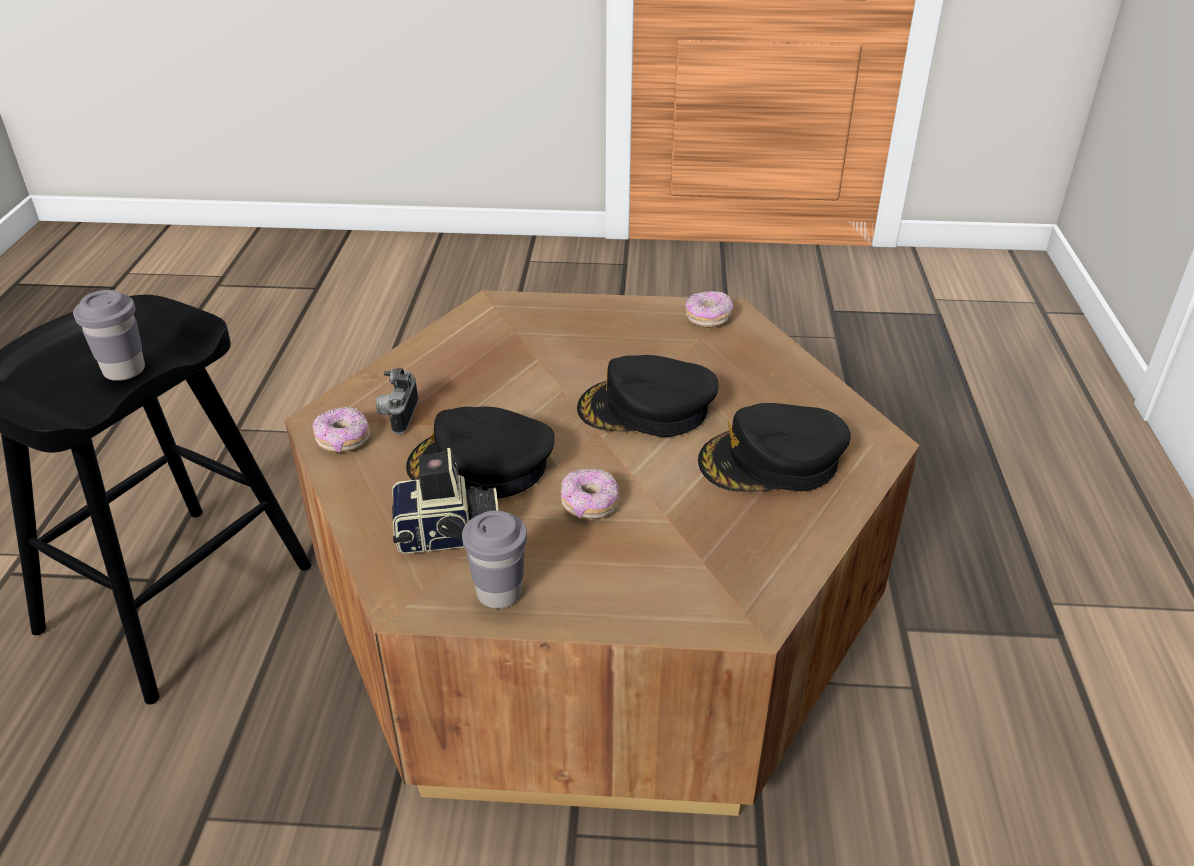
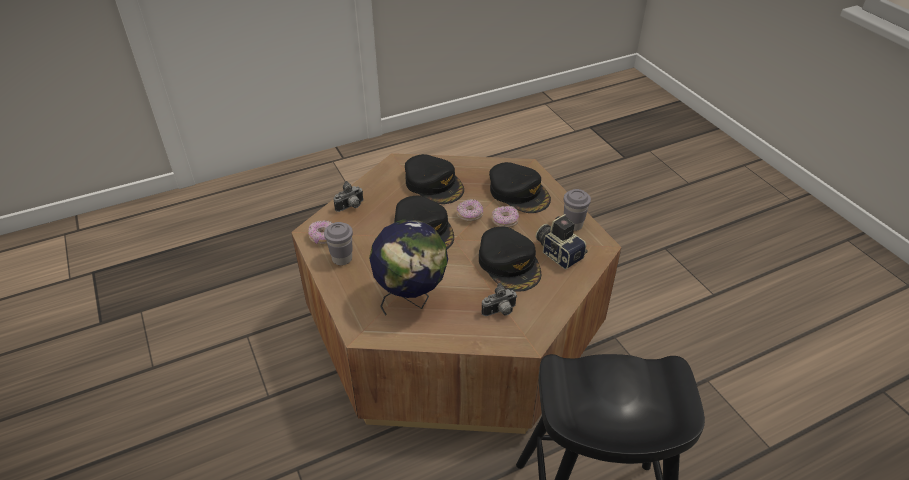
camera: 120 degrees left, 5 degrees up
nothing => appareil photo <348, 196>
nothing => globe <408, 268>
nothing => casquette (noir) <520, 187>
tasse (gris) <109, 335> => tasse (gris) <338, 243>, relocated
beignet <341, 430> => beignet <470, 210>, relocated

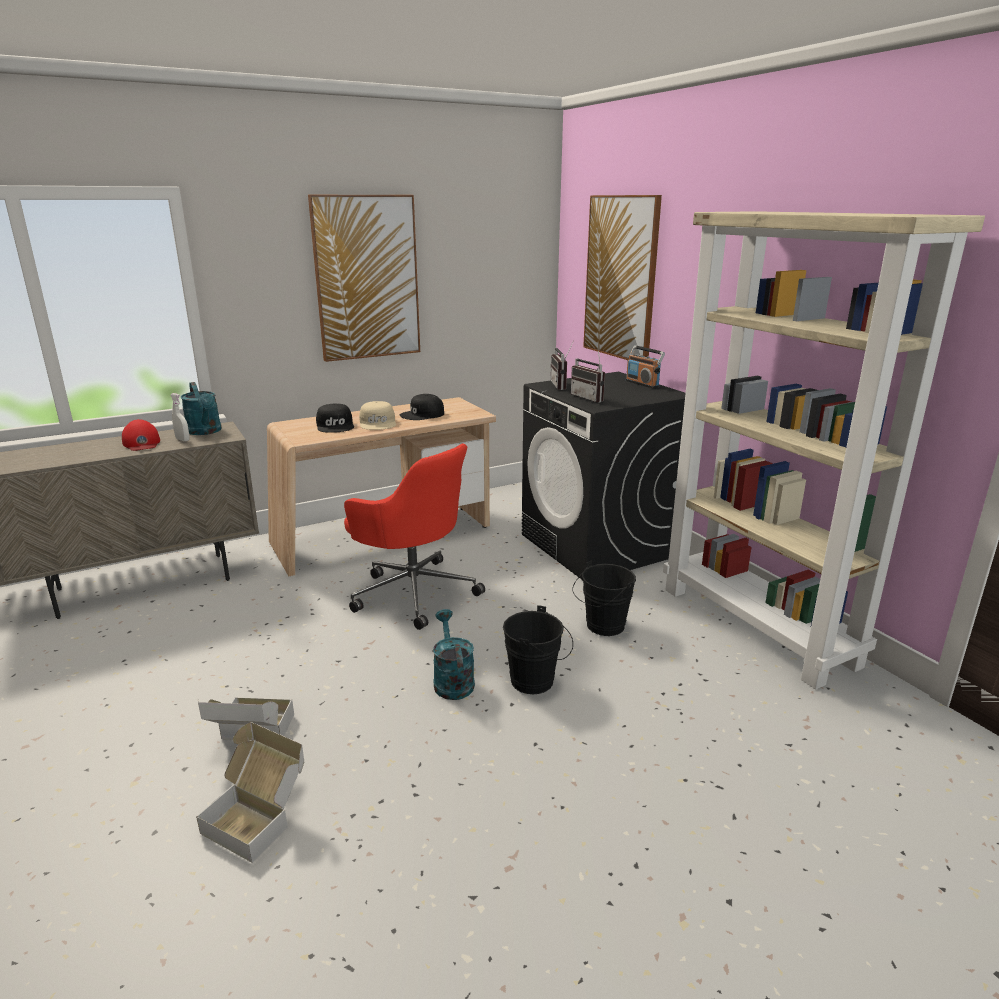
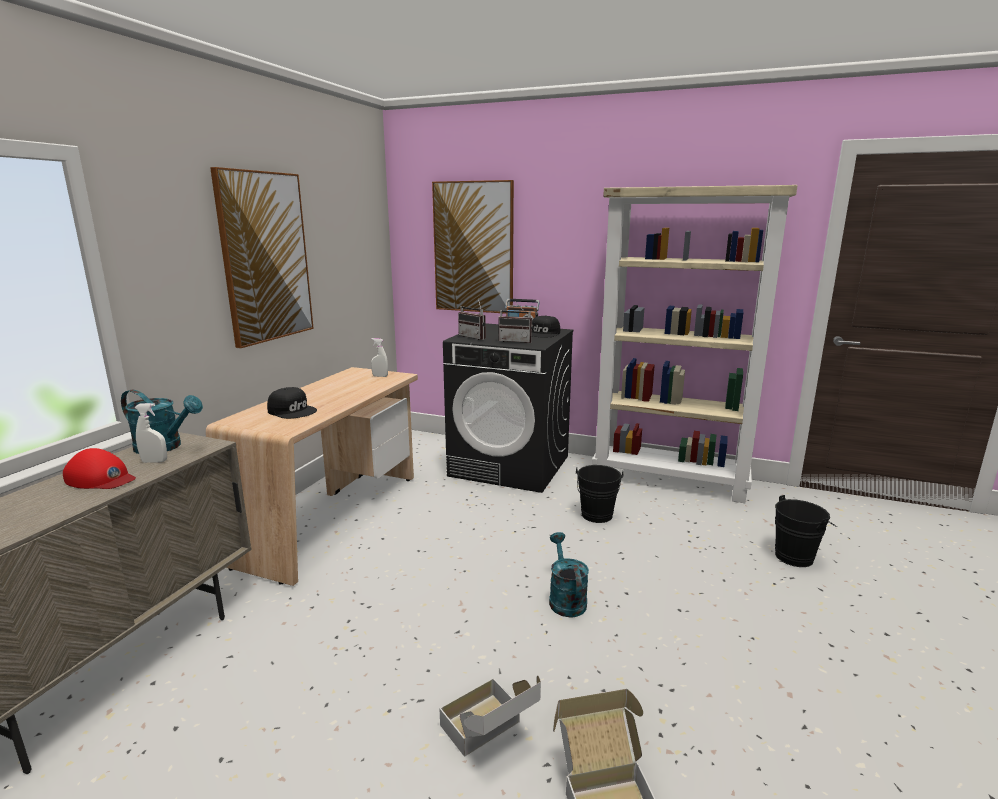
camera: 40 degrees left, 5 degrees down
chaise de bureau (rouge) <414, 537> => nothing
casquette (beige) <377, 415> => nothing
nothing => vaporisateur (blanc) <379, 357>
casquette (noir) <421, 407> => casquette (noir) <546, 326>, relocated
seau (noir) <538, 649> => seau (noir) <806, 531>, relocated
arrosoir (turquoise) <454, 654> => arrosoir (turquoise) <569, 574>, 45 degrees clockwise

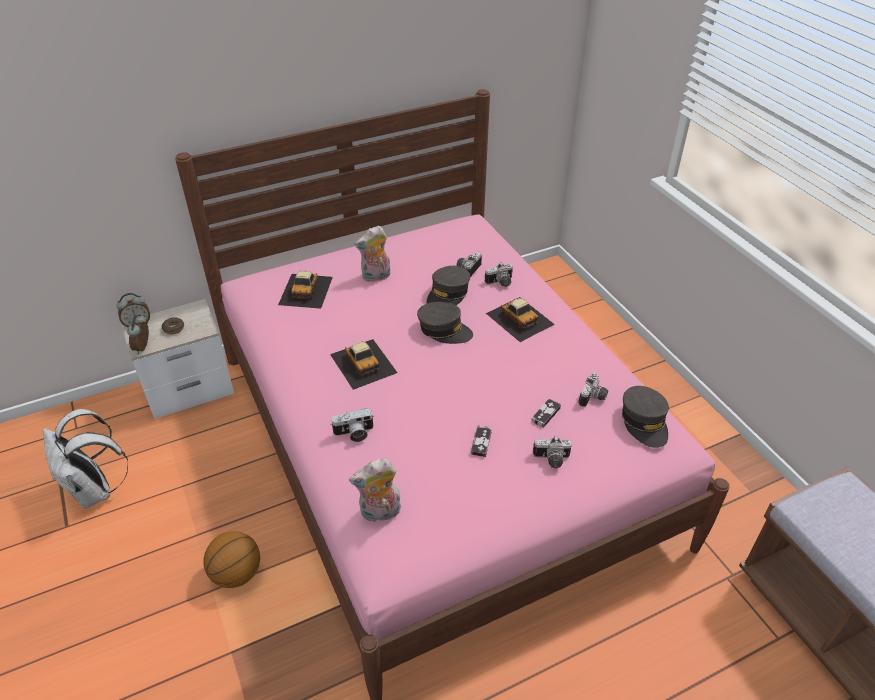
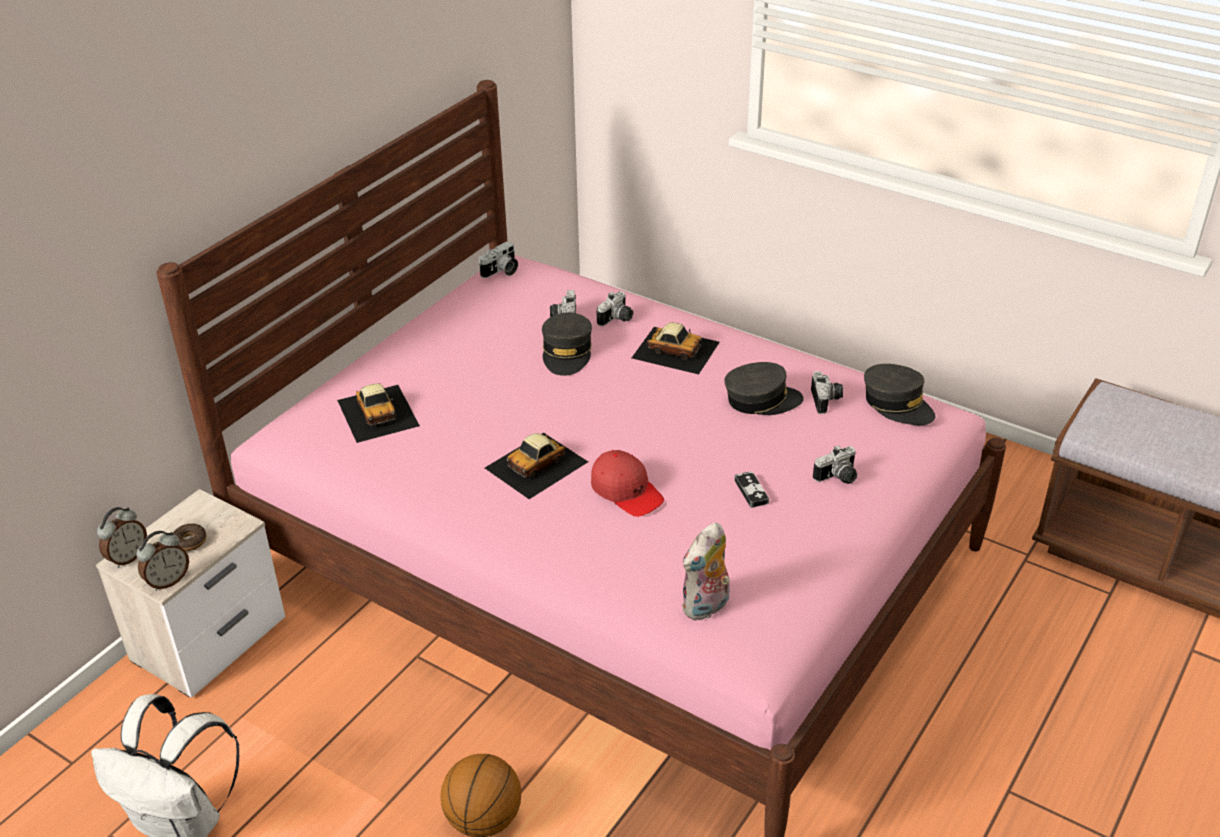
camera: 30 degrees left, 5 degrees down
peluche <372, 254> => nothing
manette <546, 413> => nothing
nothing => casquette (rouge) <627, 483>
appareil photo <352, 425> => appareil photo <498, 259>, relocated
casquette (gris) <445, 323> => casquette (gris) <764, 388>, relocated
réveil <138, 334> => réveil <162, 561>, 105 degrees counterclockwise
petite voiture <363, 364> => petite voiture <536, 465>, 105 degrees clockwise

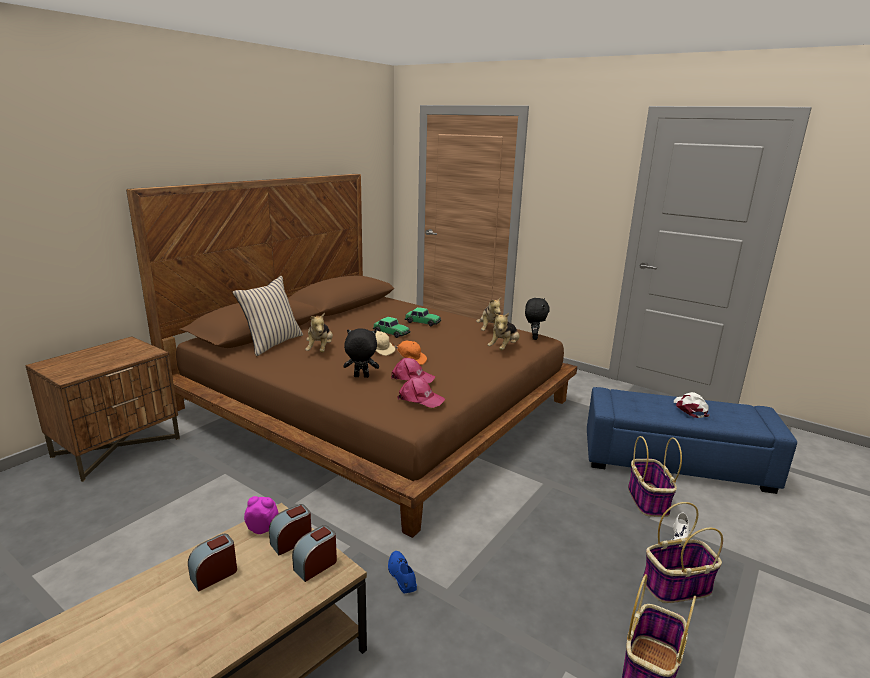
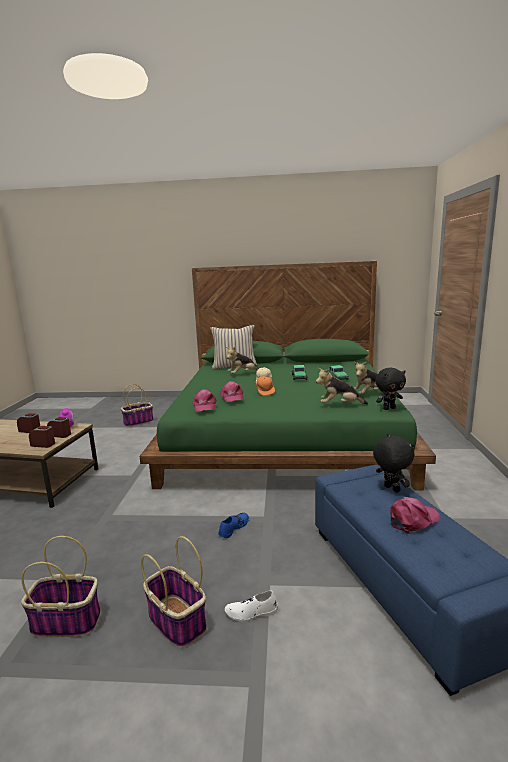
camera: 60 degrees right, 5 degrees down
table de chevet (marron) <102, 409> => nothing
peluche (noir) <361, 353> => peluche (noir) <393, 463>, relocated
chaussure (bleu) <402, 572> => chaussure (bleu) <233, 525>, relocated
panier <655, 476> => panier <137, 405>, relocated
lit (marron) <351, 356> => lit (vert) <288, 375>
casquette (blanc) <692, 405> => casquette (rose) <415, 515>

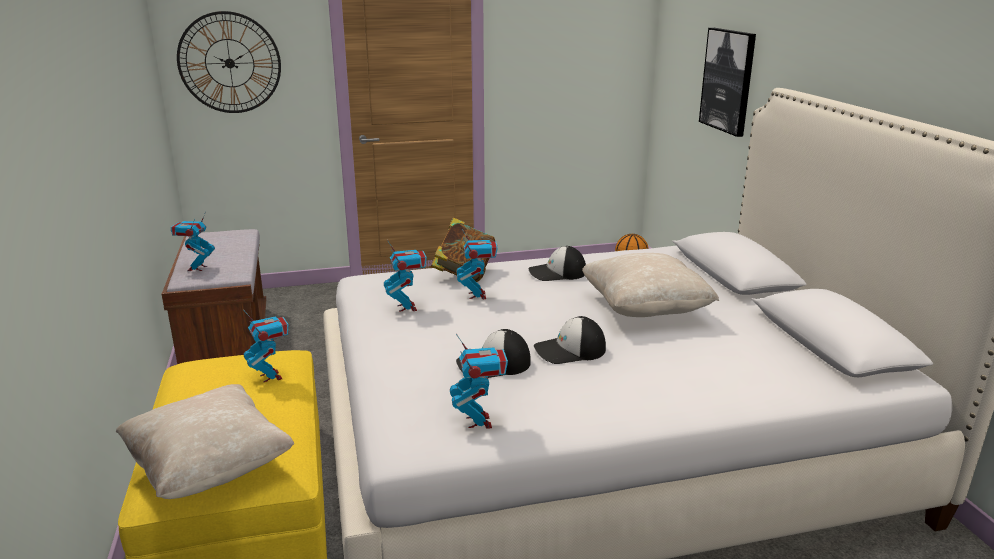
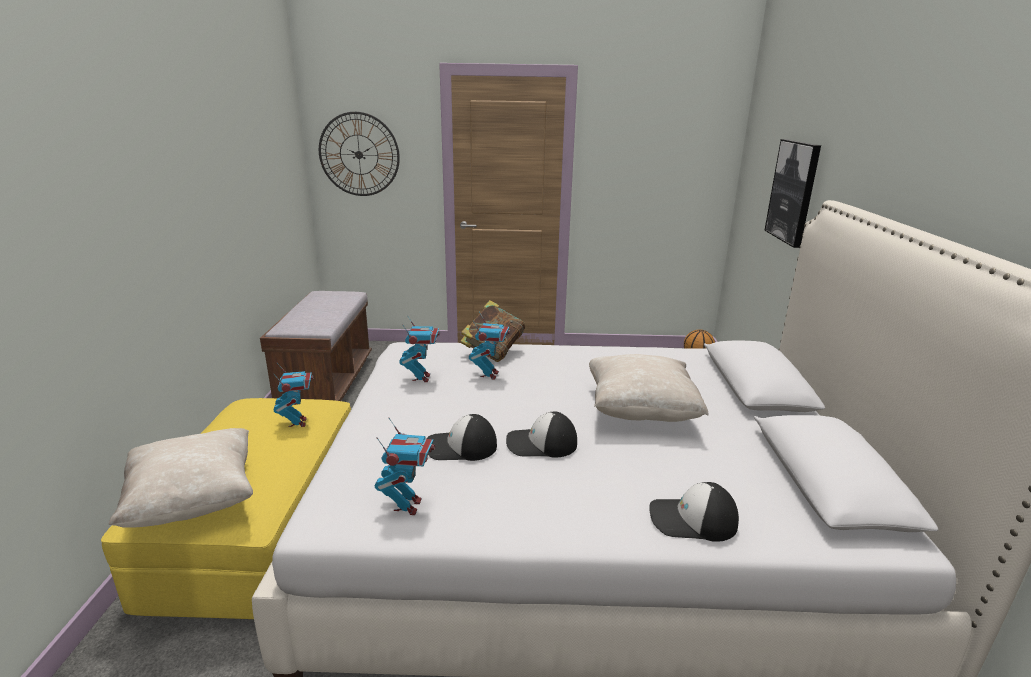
camera: 15 degrees right, 0 degrees up
robot jouet <193, 241> => nothing
casquette <557, 263> => casquette <694, 512>, relocated

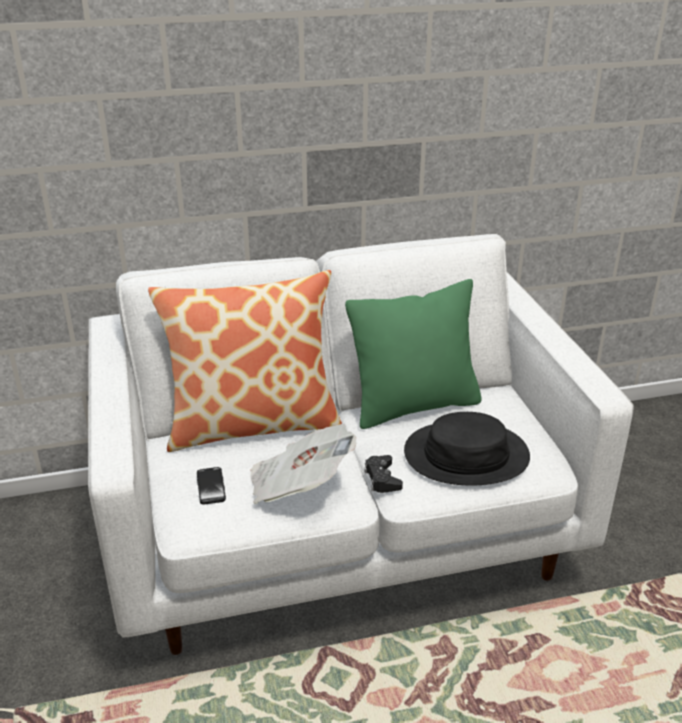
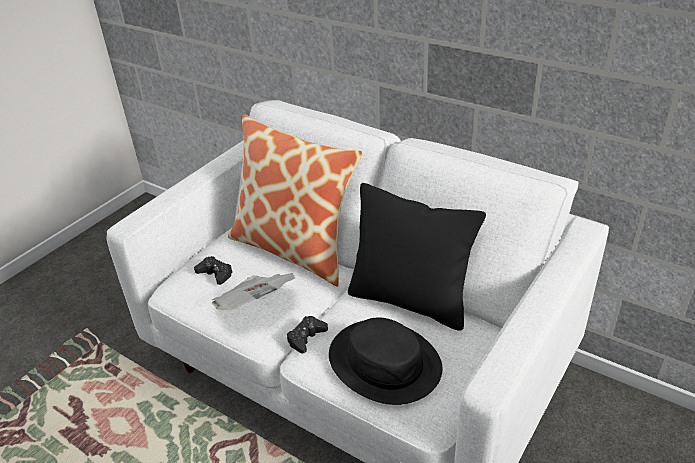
camera: 50 degrees right, 5 degrees up
téléphone <211, 486> => manette (noir) <213, 270>
coussin (vert) <413, 354> => coussin (noir) <417, 257>

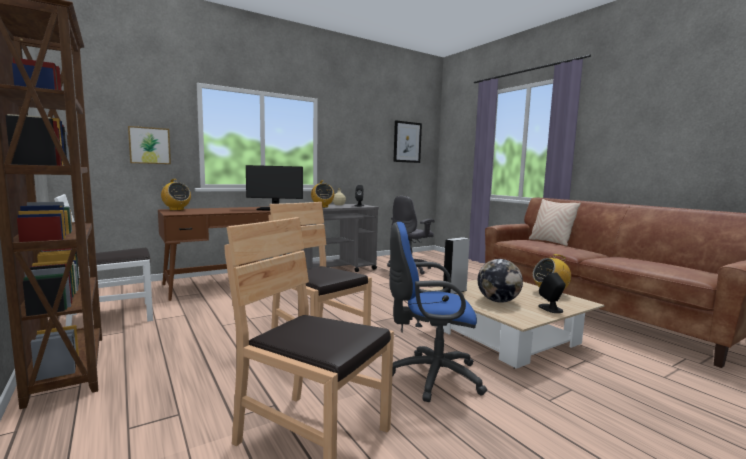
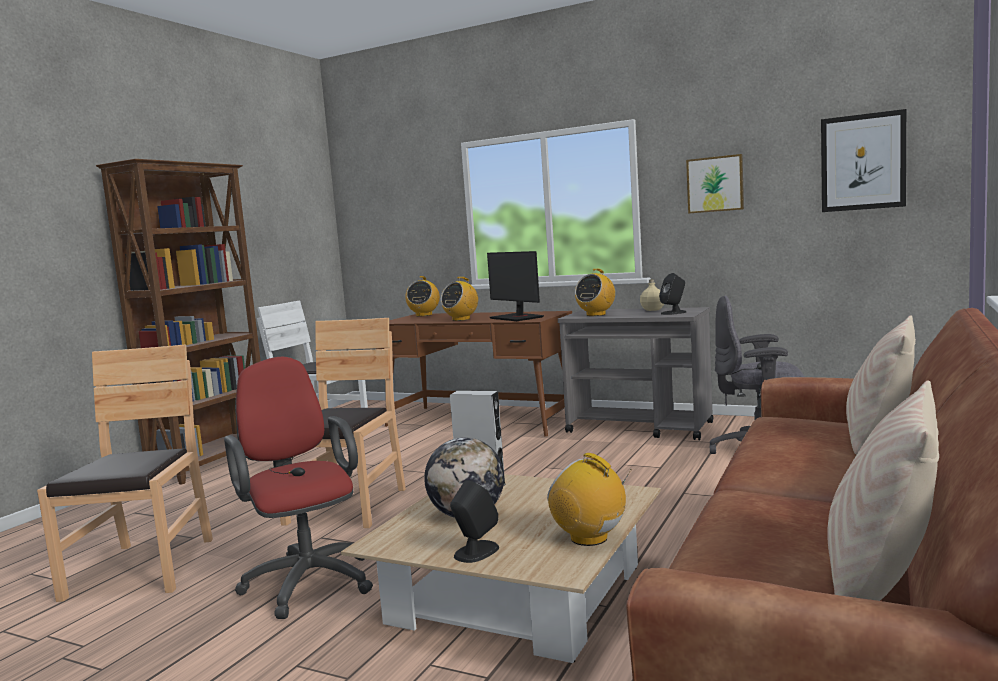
camera: 60 degrees right, 0 degrees up
nothing => radio <459, 299>
nothing => coussin (beige) <883, 490>
tableau <149, 145> => tableau <715, 184>, relocated
chaise de bureau (bleu) <438, 312> => chaise de bureau (rouge) <298, 488>

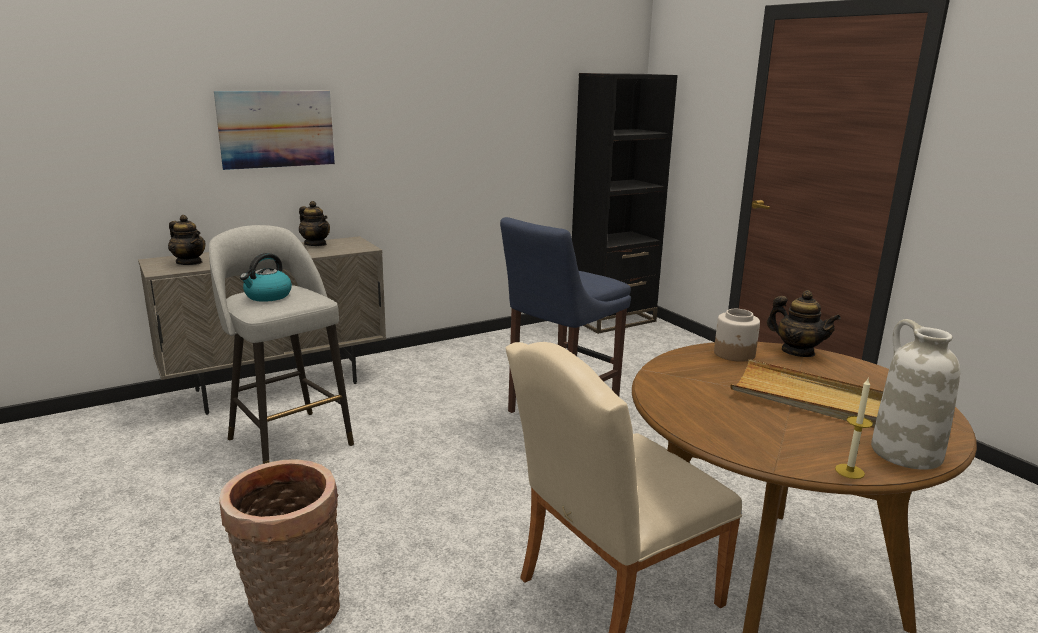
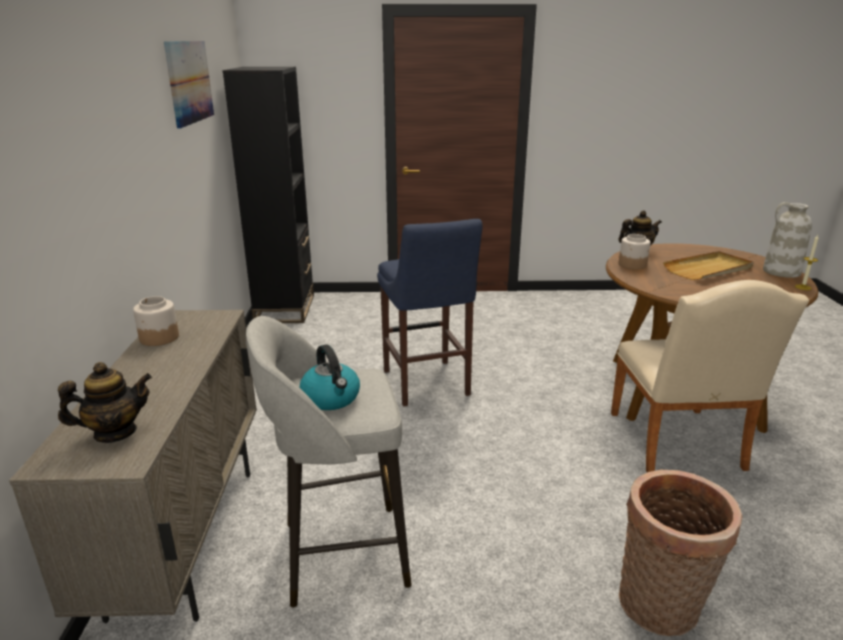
camera: 60 degrees left, 5 degrees up
tableau <274, 130> => tableau <189, 85>, relocated
théière <314, 223> => bocal <156, 321>

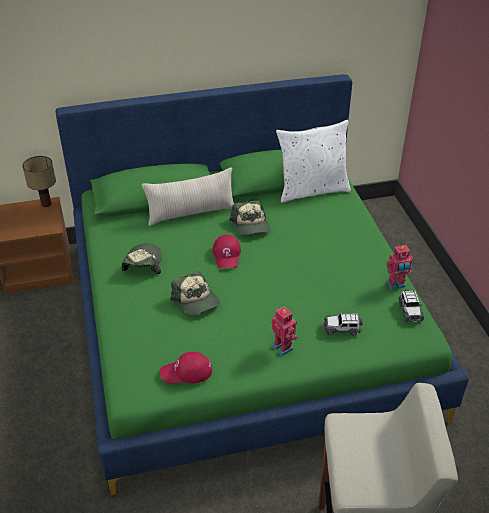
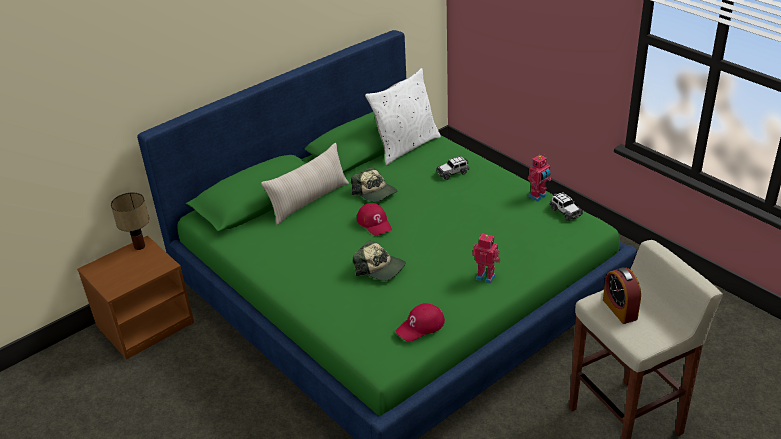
camera: 25 degrees left, 5 degrees down
casquette <141, 258> => nothing
nothing => réveil <622, 295>
petite voiture <343, 324> => petite voiture <453, 168>, relocated

